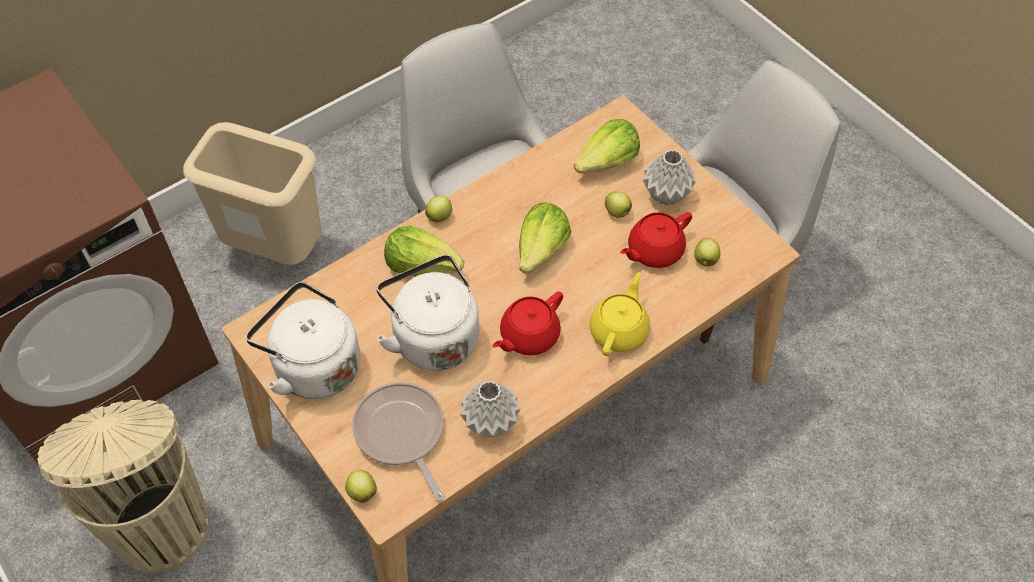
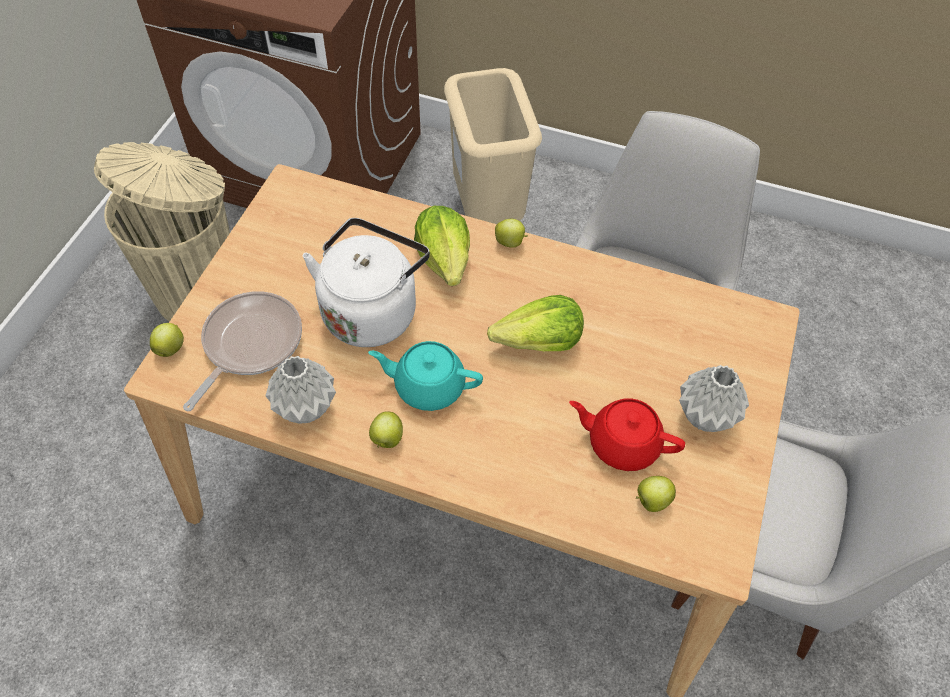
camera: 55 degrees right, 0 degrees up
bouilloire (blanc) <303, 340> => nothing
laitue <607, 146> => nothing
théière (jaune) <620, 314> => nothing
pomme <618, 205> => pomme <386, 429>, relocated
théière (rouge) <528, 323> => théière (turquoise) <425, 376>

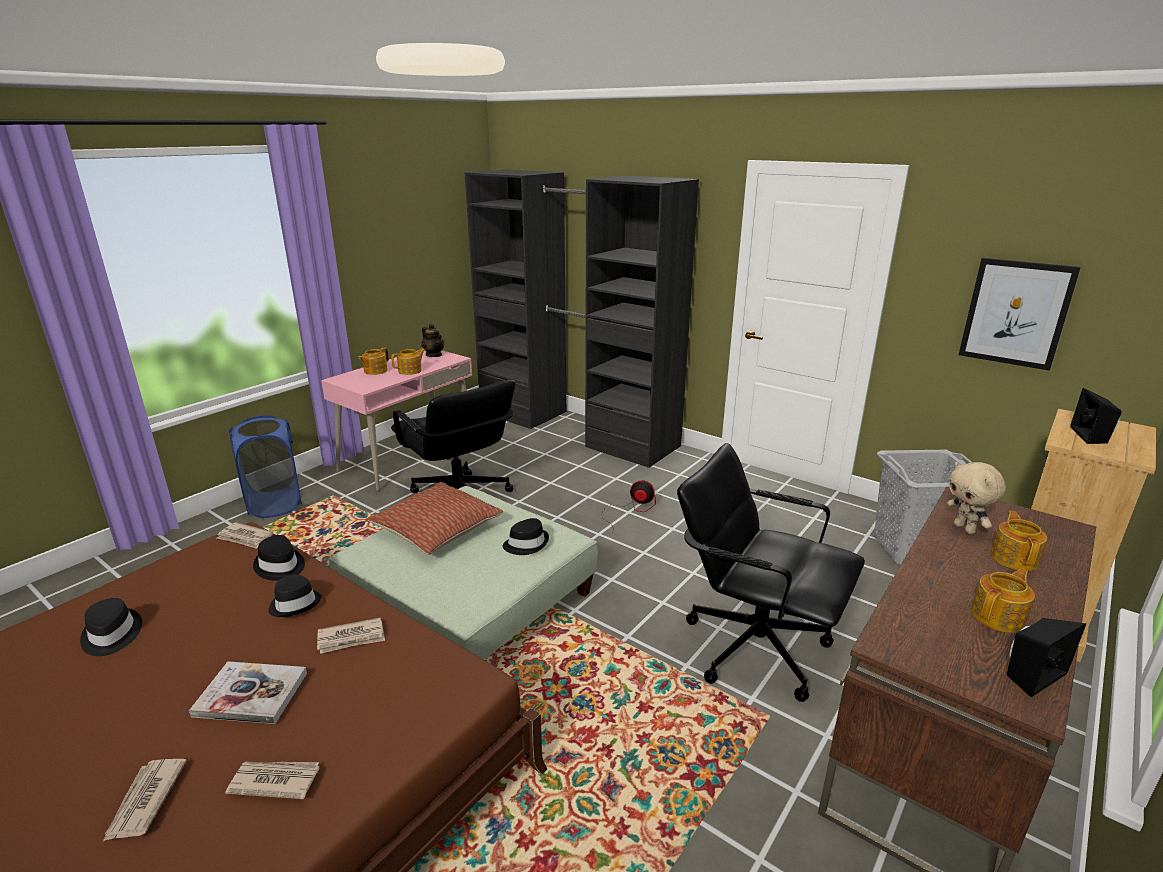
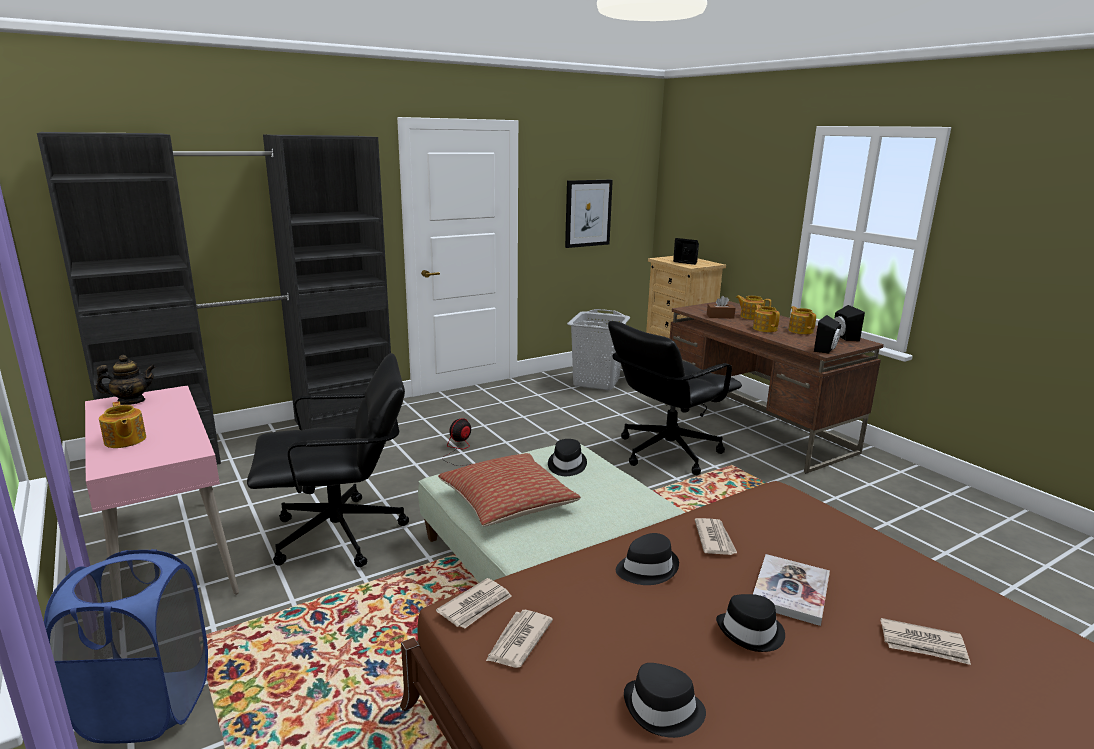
camera: 70 degrees left, 5 degrees down
nothing => enceinte (noir) <828, 334>
journal <272, 780> => journal <519, 639>, relocated
chapeau (noir) <279, 558> => chapeau (noir) <750, 623>, relocated
théière <408, 361> => théière <766, 318>, relocated
peluche (beige) <976, 498> => boîte à mouchoirs (marron) <721, 307>

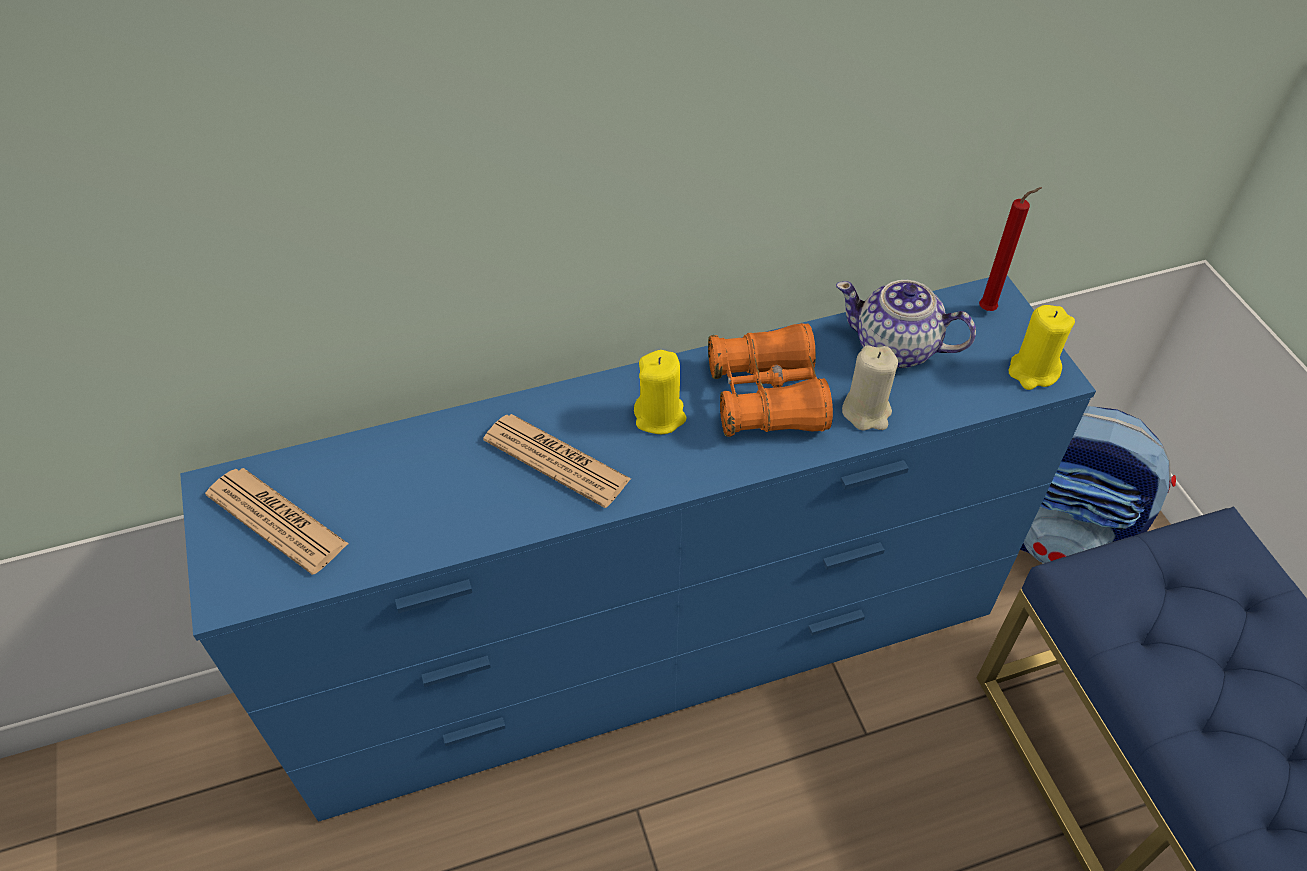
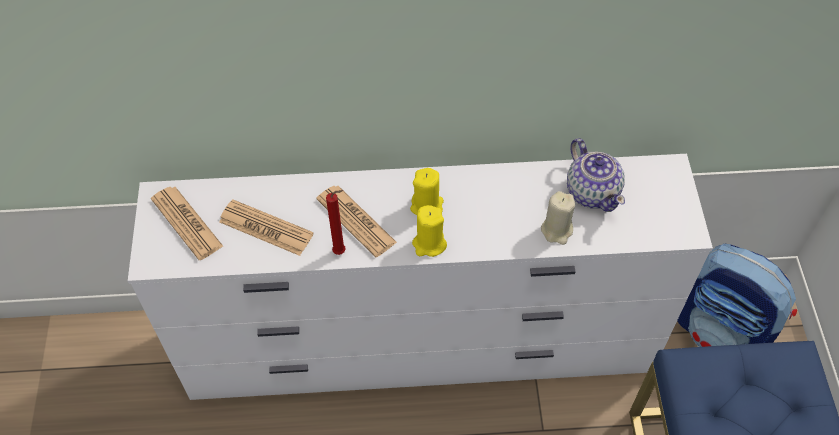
camera: 15 degrees right, 5 degrees up
jumelles (orange) <770, 380> => nothing
nothing => journal <266, 228>
bougie (rouge) <1010, 249> => bougie (rouge) <336, 222>, relocated
bougie (jaune) <1042, 347> => bougie (jaune) <429, 231>, relocated
commode (bleu) <638, 548> => commode (blanc) <420, 277>
théière <906, 324> => théière <596, 175>, 150 degrees counterclockwise

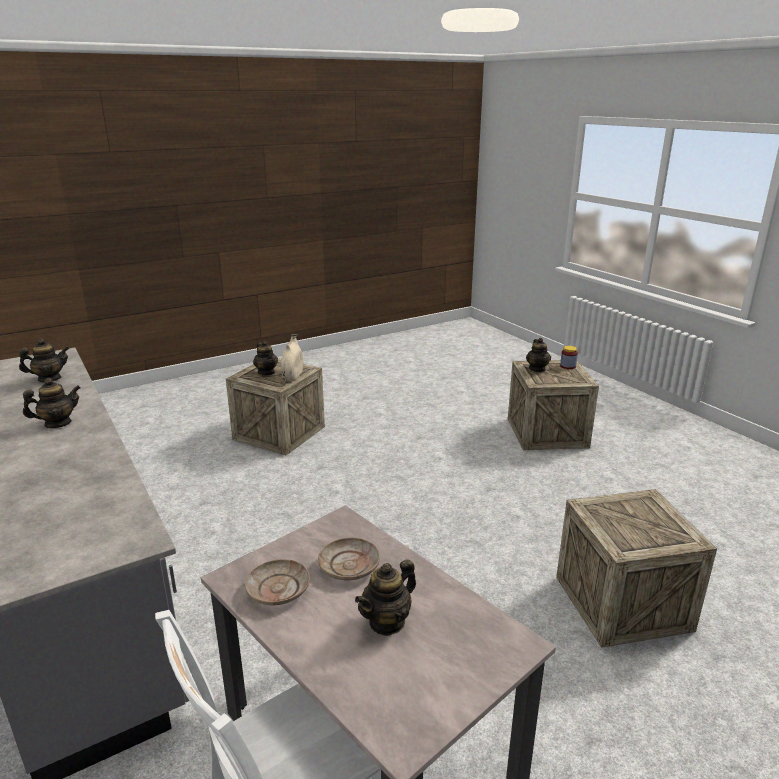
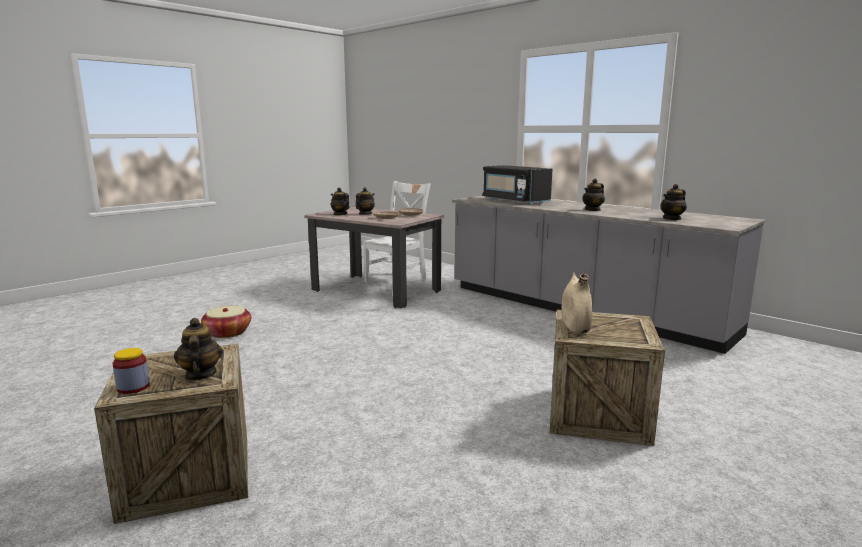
camera: 165 degrees right, 10 degrees down
nothing => micro-ondes (noir) <517, 185>
théière <265, 358> => théière <340, 201>, relocated
caisse <636, 568> => panier <226, 322>

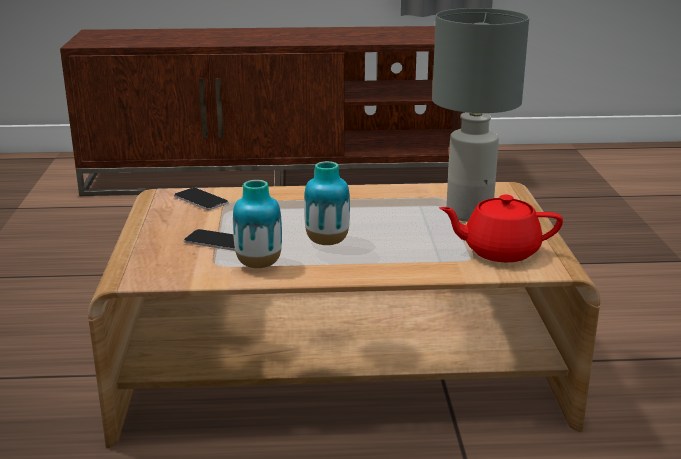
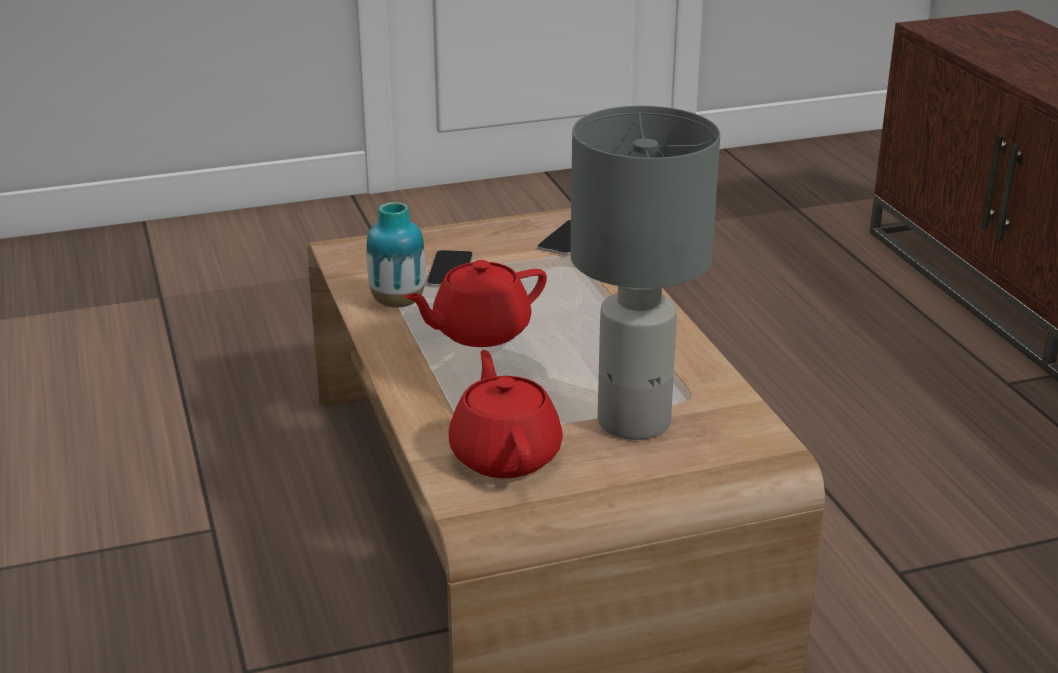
camera: 75 degrees right, 5 degrees up
vase <327, 203> => théière (rouge) <475, 303>

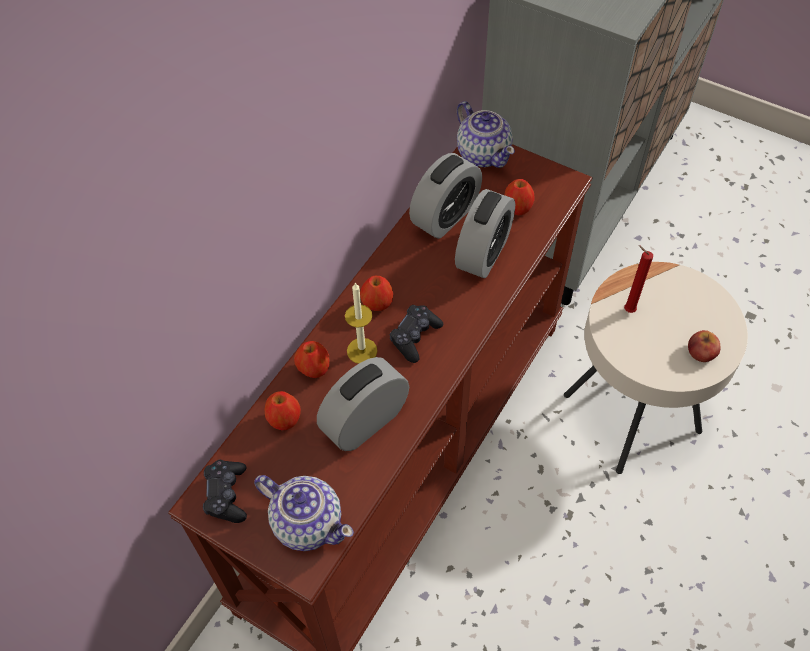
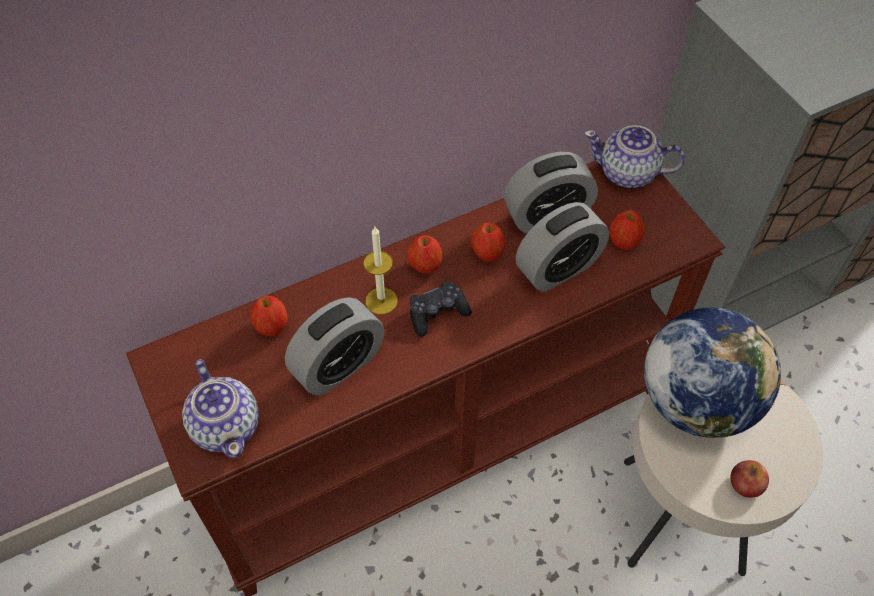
camera: 30 degrees right, 0 degrees up
manette (noir) <225, 491> => nothing
pomme <312, 359> => pomme <488, 242>, relocated
bougie (rouge) <638, 279> => globe <713, 372>
réveil <363, 404> => réveil <334, 346>, 150 degrees clockwise
théière <486, 134> => théière <634, 156>, 105 degrees clockwise

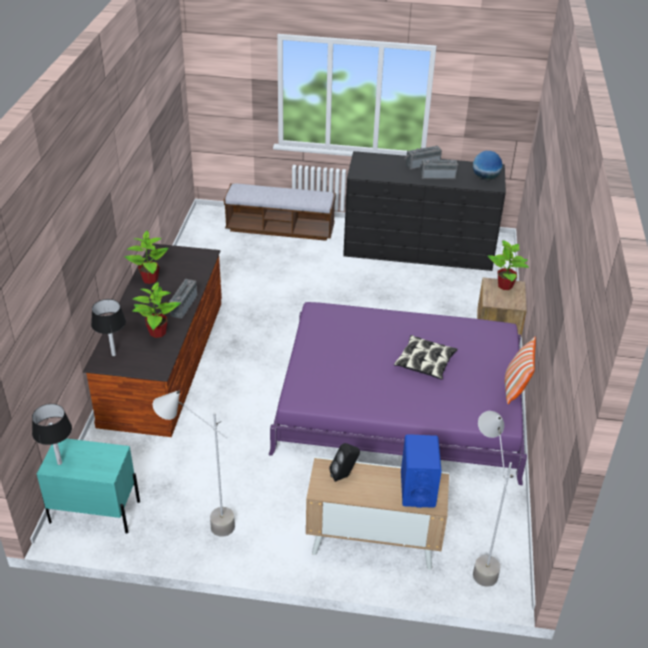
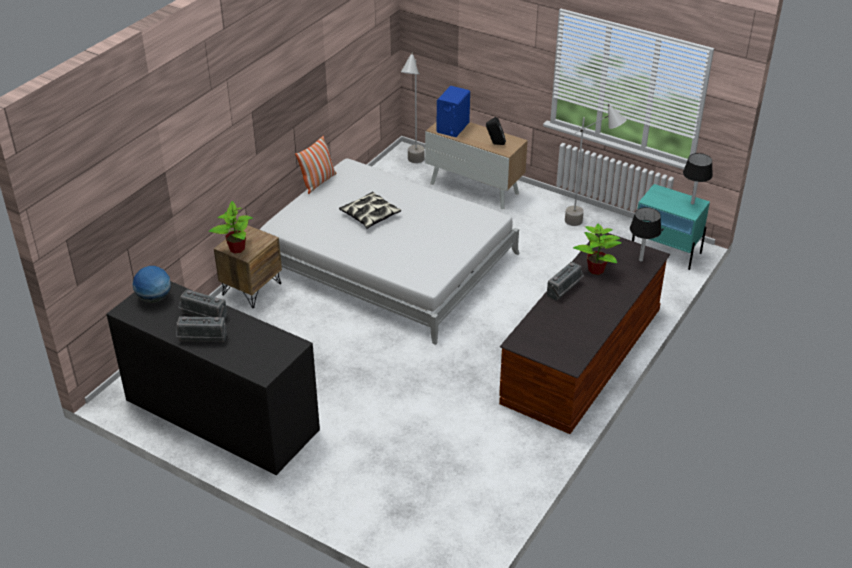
camera: 155 degrees left, 0 degrees up
plante en pot <147, 257> => nothing
banc <280, 212> => nothing
lit (violet) <397, 393> => lit (blanc) <390, 251>

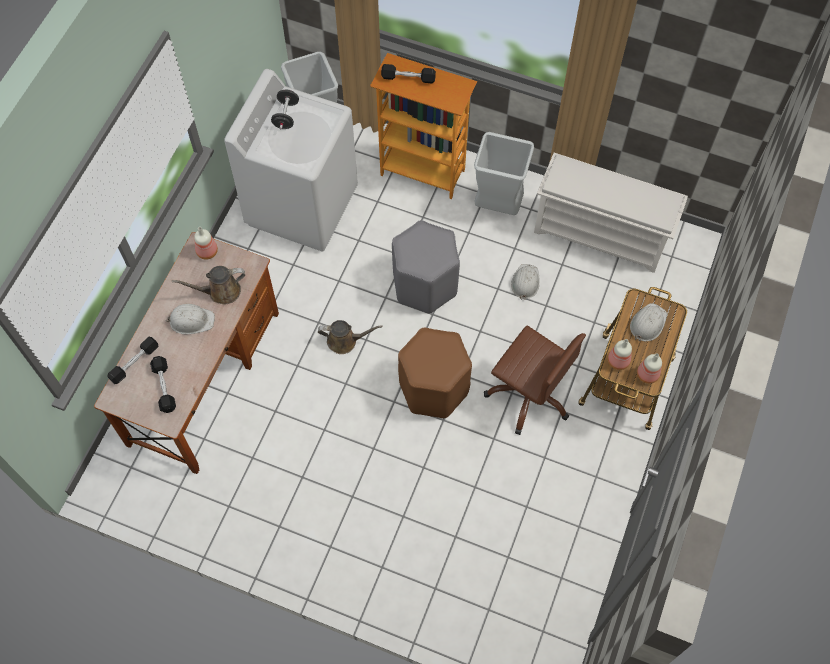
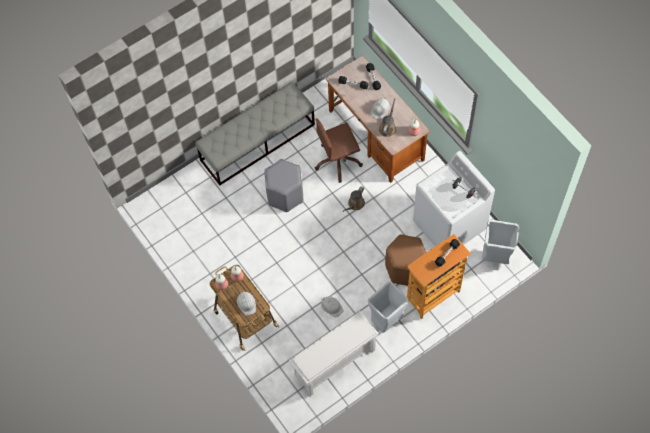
camera: 125 degrees right, 0 degrees up
nothing => banc (gris) <255, 134>
tabouret (gris) <426, 267> => tabouret (gris) <283, 185>, relocated
tabouret (marron) <435, 373> => tabouret (marron) <405, 260>, relocated
chaise de bureau (marron) <535, 380> => chaise de bureau (marron) <339, 150>, relocated

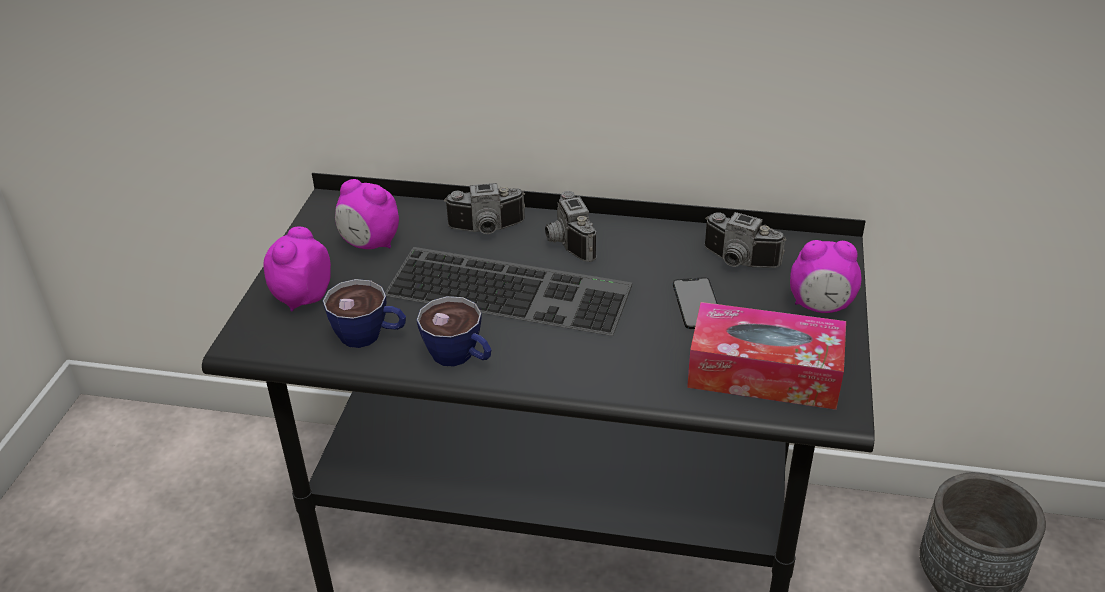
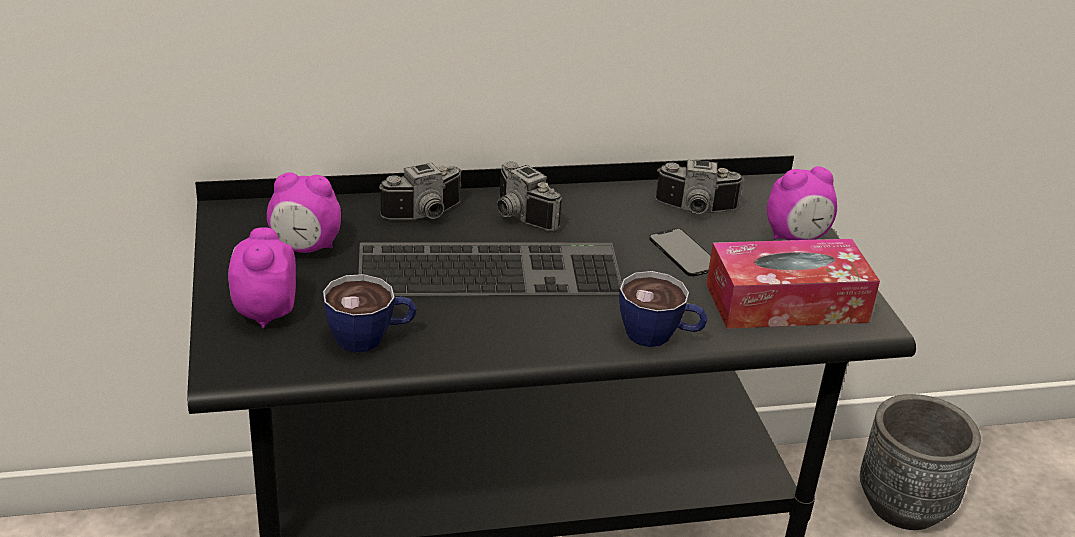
camera: 25 degrees left, 5 degrees down
tasse <454, 331> => tasse <663, 309>, relocated

